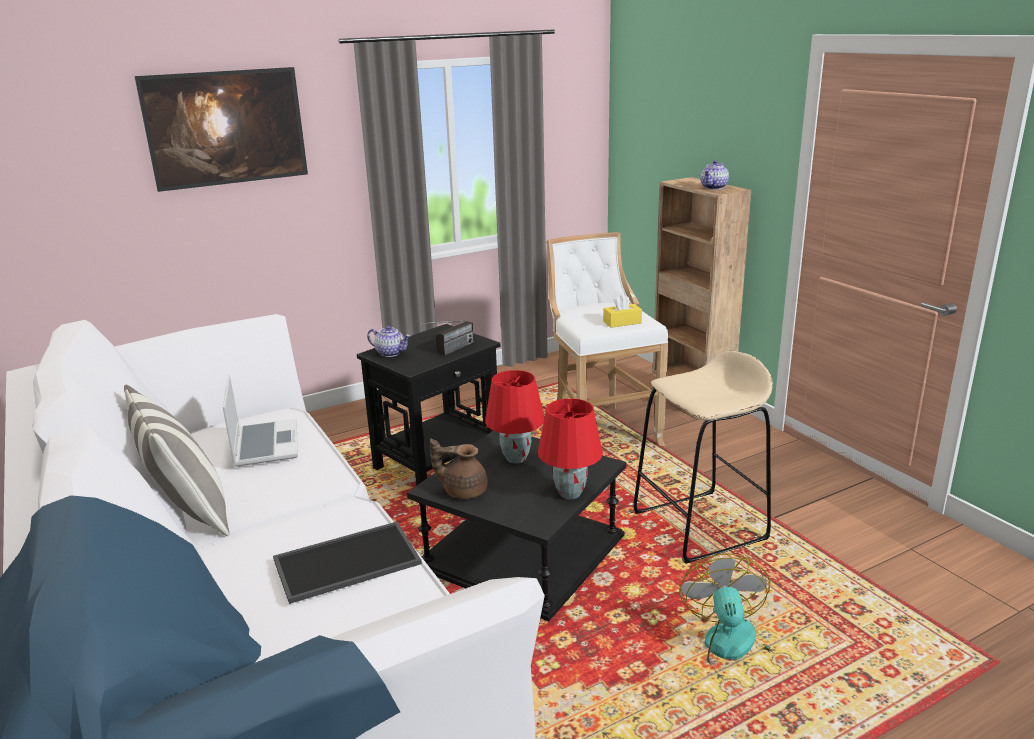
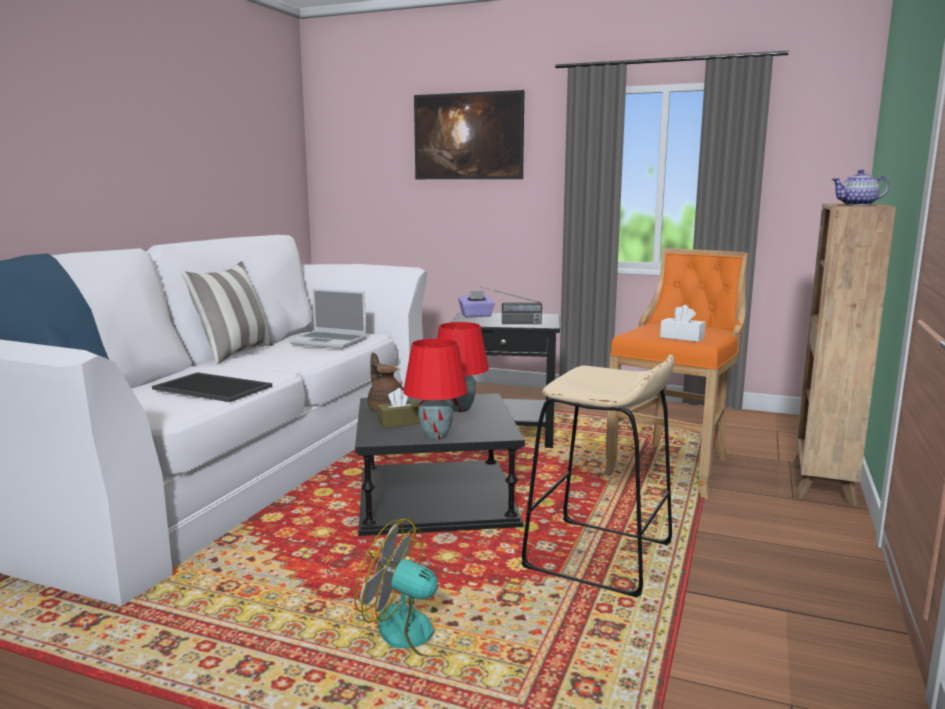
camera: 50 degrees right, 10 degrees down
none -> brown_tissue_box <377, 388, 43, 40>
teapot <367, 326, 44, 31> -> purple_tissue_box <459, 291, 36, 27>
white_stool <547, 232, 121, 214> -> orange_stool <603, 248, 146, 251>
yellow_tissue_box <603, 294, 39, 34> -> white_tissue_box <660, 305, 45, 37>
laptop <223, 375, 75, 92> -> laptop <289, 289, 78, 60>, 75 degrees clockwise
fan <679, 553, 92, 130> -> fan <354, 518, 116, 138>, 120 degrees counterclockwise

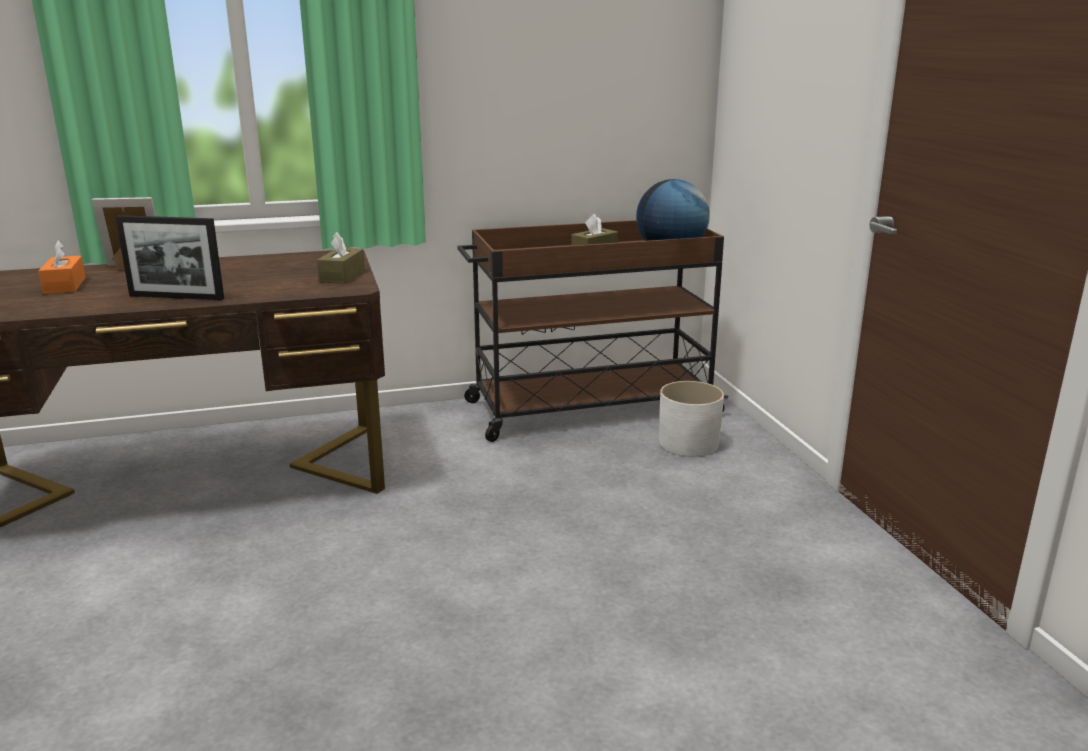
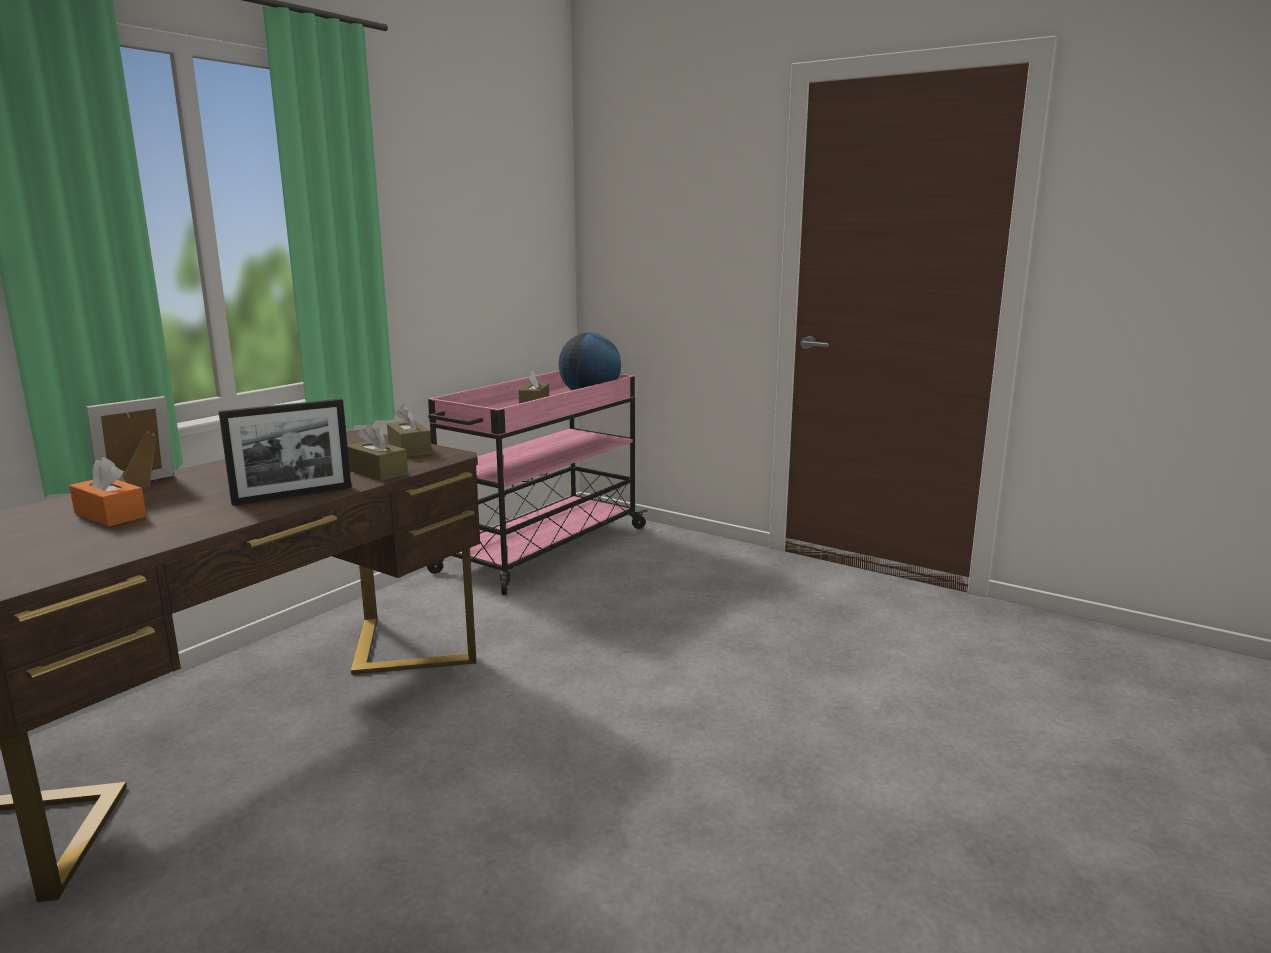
camera: 40 degrees left, 5 degrees down
white_planter <659, 381, 65, 76> -> none
none -> brown_tissue_box <347, 423, 61, 58>
brown_cart <457, 220, 271, 222> -> pink_cart <427, 371, 221, 224>

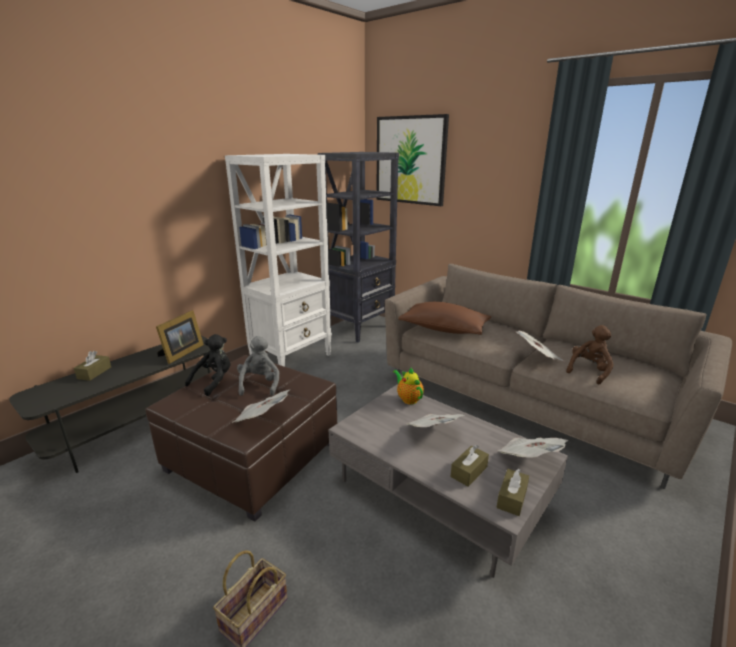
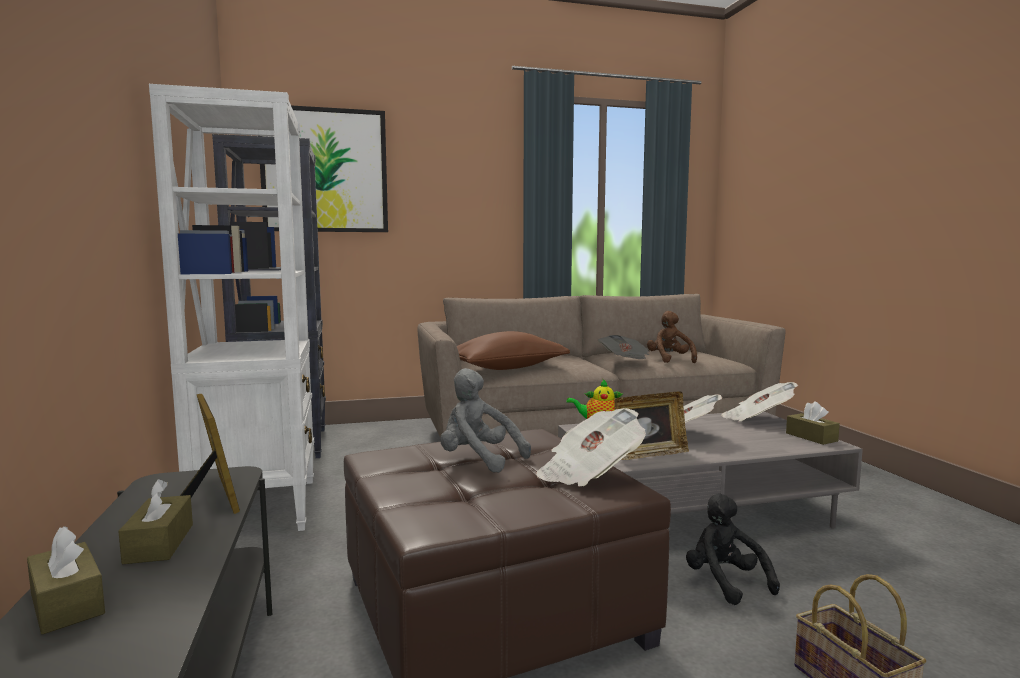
camera: 55 degrees left, 15 degrees down
none -> picture_frame <614, 391, 75, 69>
black_plush_toy <185, 334, 46, 62> -> black_plush_toy <686, 493, 94, 112>, shifted
brown_tissue_box <451, 445, 38, 42> -> brown_tissue_box <118, 479, 75, 85>, shifted

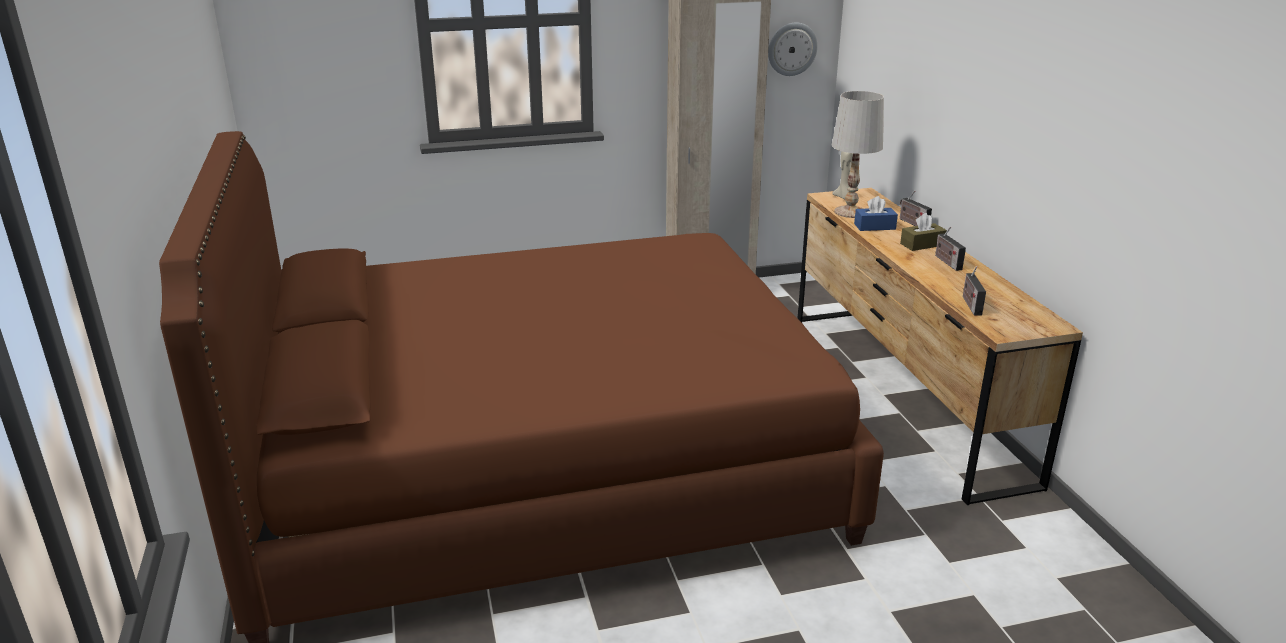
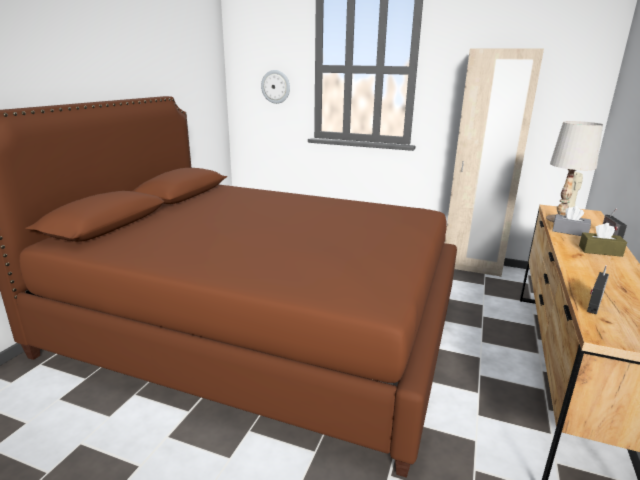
camera: 35 degrees right, 5 degrees down
radio <935, 226, 31, 45> -> none
wall_clock <768, 22, 50, 54> -> wall_clock <261, 70, 29, 34>, shifted
blue_tissue_box <854, 196, 44, 35> -> grey_tissue_box <552, 206, 39, 30>

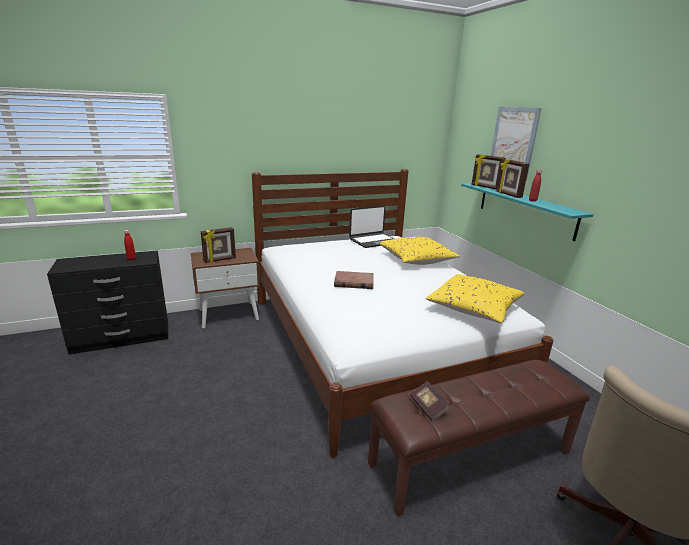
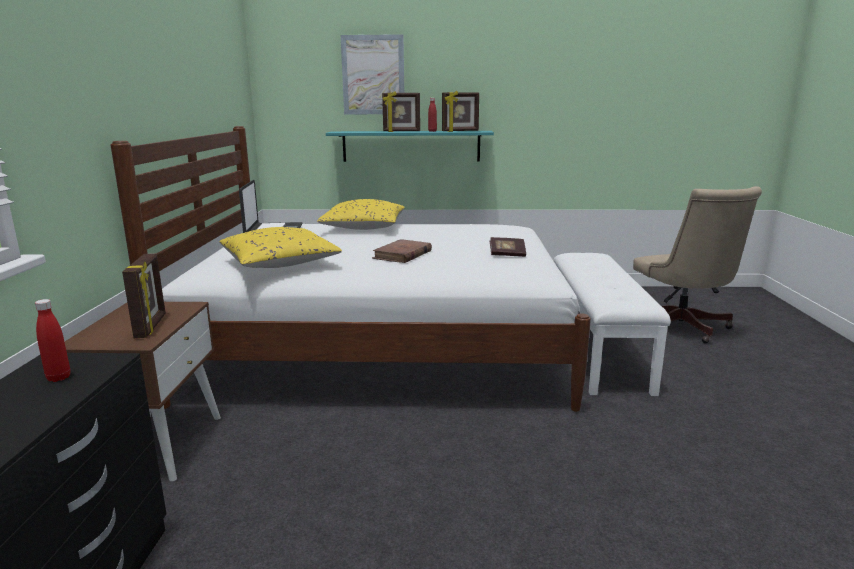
camera: 65 degrees left, 5 degrees down
book <410, 381, 40, 40> -> book <490, 237, 36, 20>, shifted
yellow_pillow <426, 274, 98, 49> -> yellow_pillow <219, 227, 123, 41>, shifted
picture_frame <471, 154, 35, 36> -> picture_frame <442, 91, 37, 41>, shifted
brown_bench <368, 360, 222, 156> -> white_bench <553, 253, 118, 143>

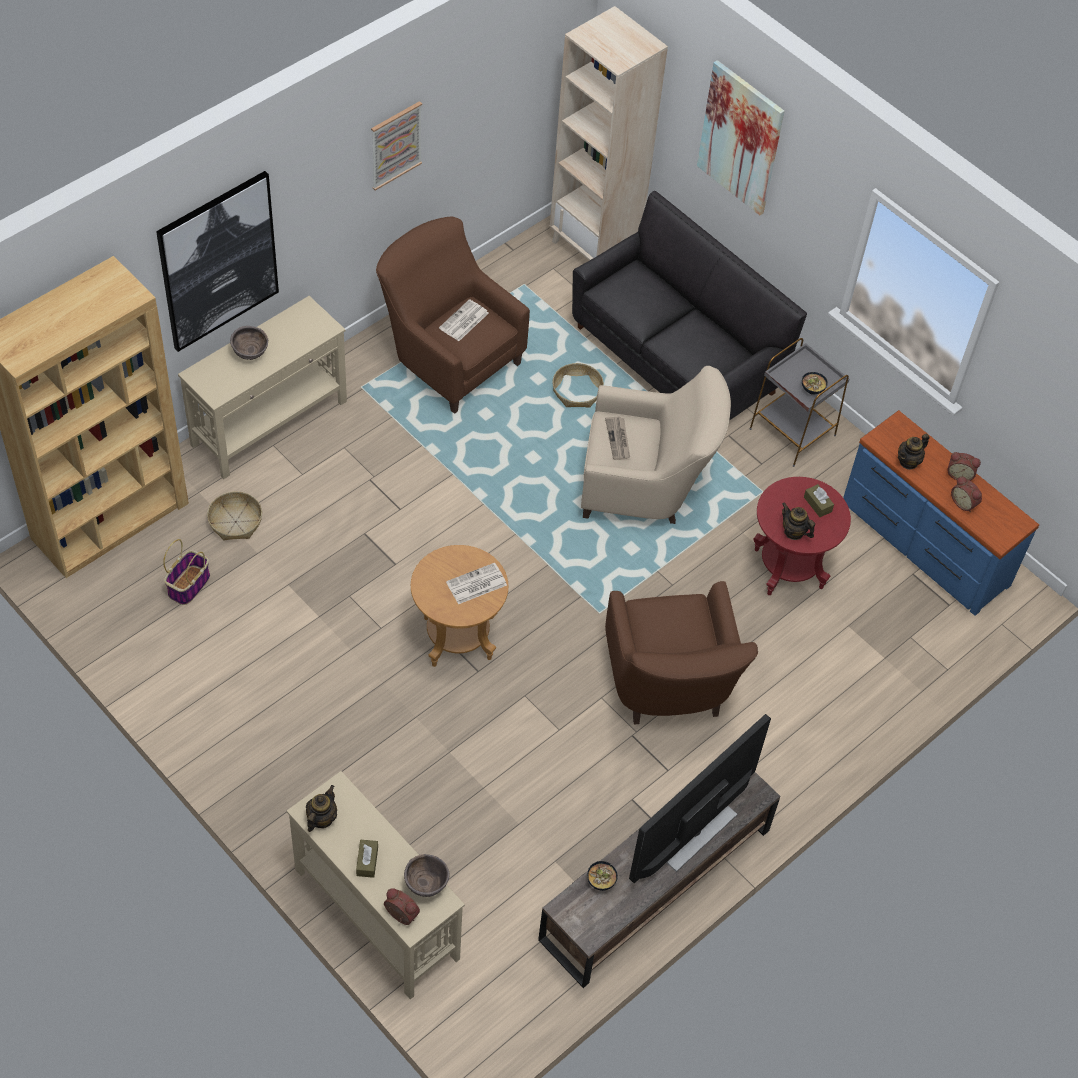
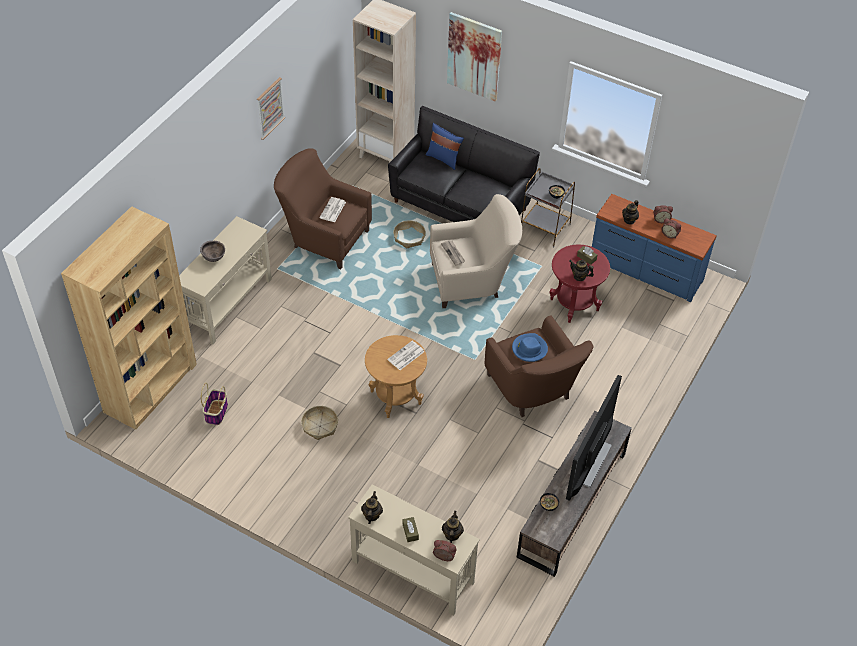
camera: 15 degrees left, 5 degrees down
picture <156, 171, 123, 181> -> none
none -> blue_pillow <426, 123, 38, 47>
none -> blue_hat <512, 333, 36, 29>
basket <207, 492, 55, 49> -> basket <301, 406, 37, 34>, shifted
brown_bowl <404, 854, 46, 43> -> teapot <442, 511, 22, 32>

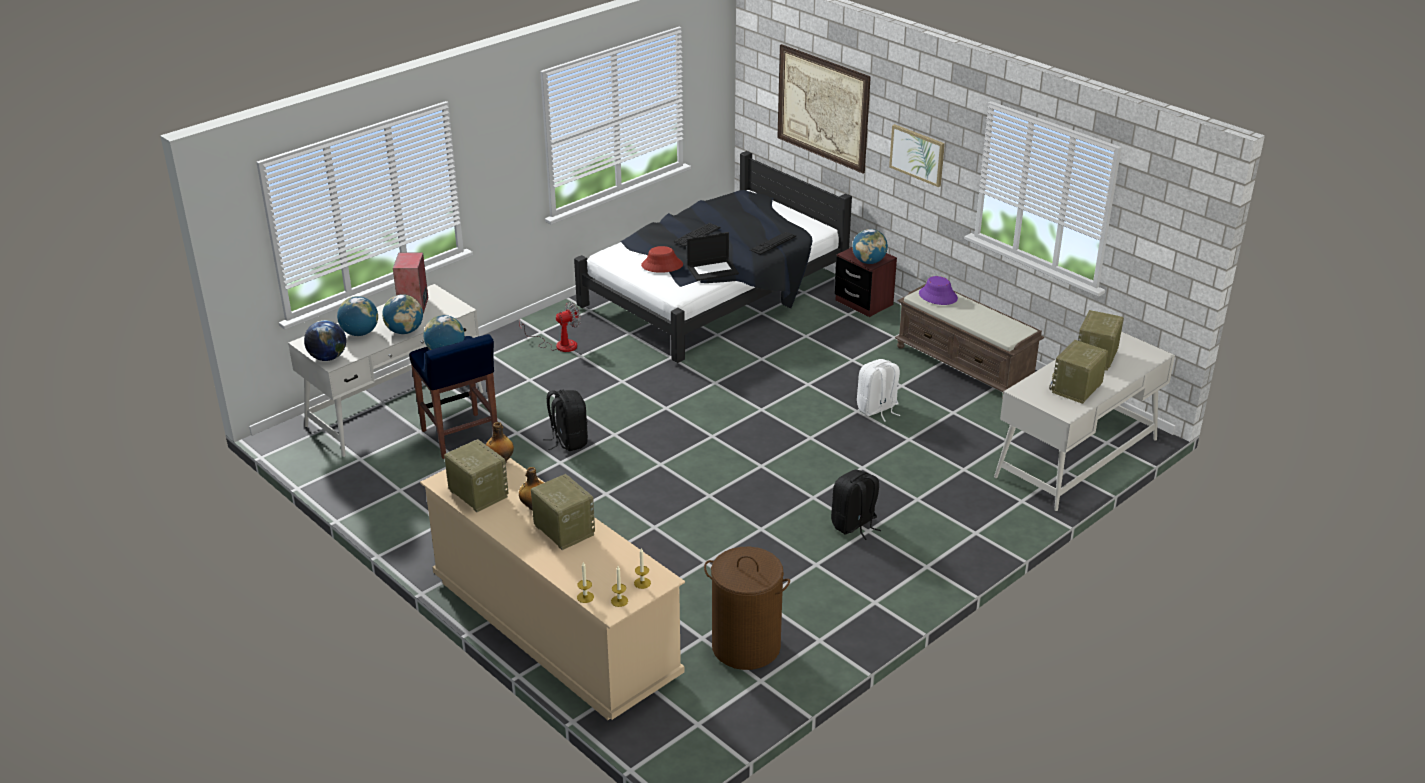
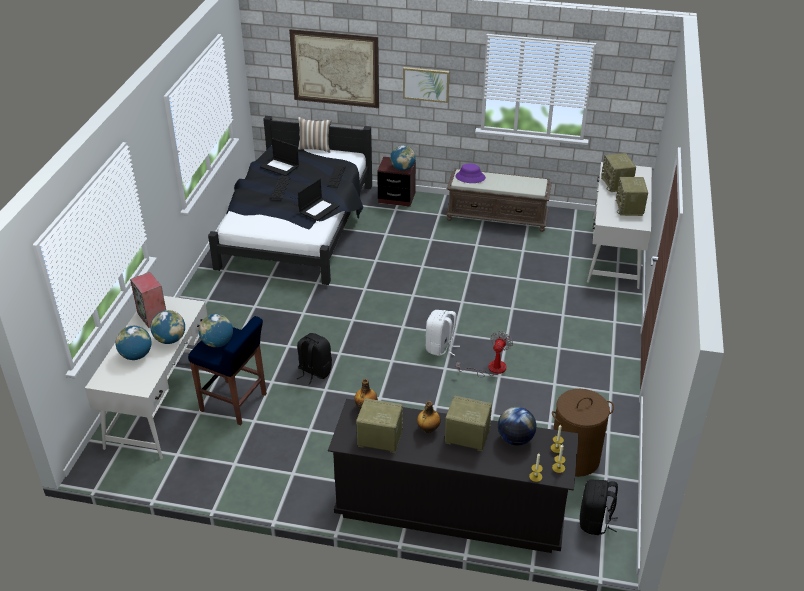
camera: 35 degrees left, 5 degrees up
red_hat <641, 246, 42, 27> -> none
none -> laptop <260, 138, 39, 38>
none -> pillow <298, 117, 34, 36>
globe <304, 320, 42, 41> -> globe <498, 407, 38, 39>, shifted
fan <519, 302, 62, 50> -> fan <456, 331, 57, 46>, shifted
black_backpack <831, 470, 50, 70> -> black_backpack <580, 480, 38, 55>, shifted
white_backpack <857, 359, 43, 63> -> white_backpack <426, 310, 34, 46>, shifted
beige_dresser <420, 458, 265, 262> -> black_dresser <328, 399, 251, 154>

